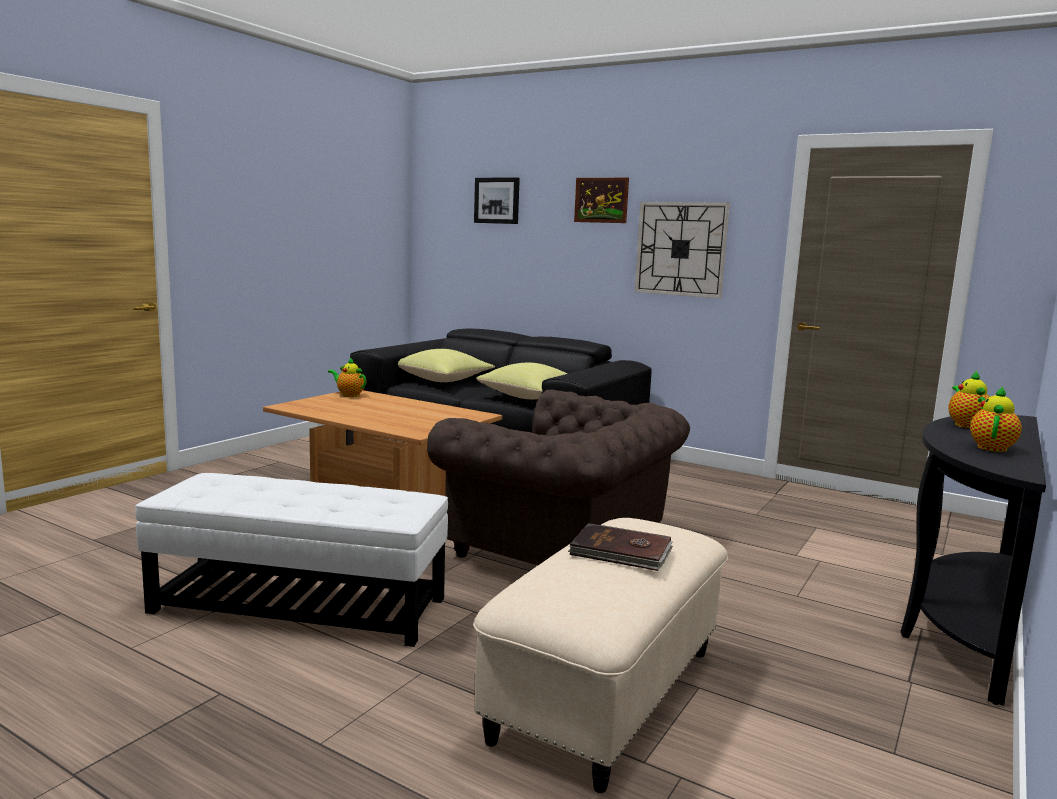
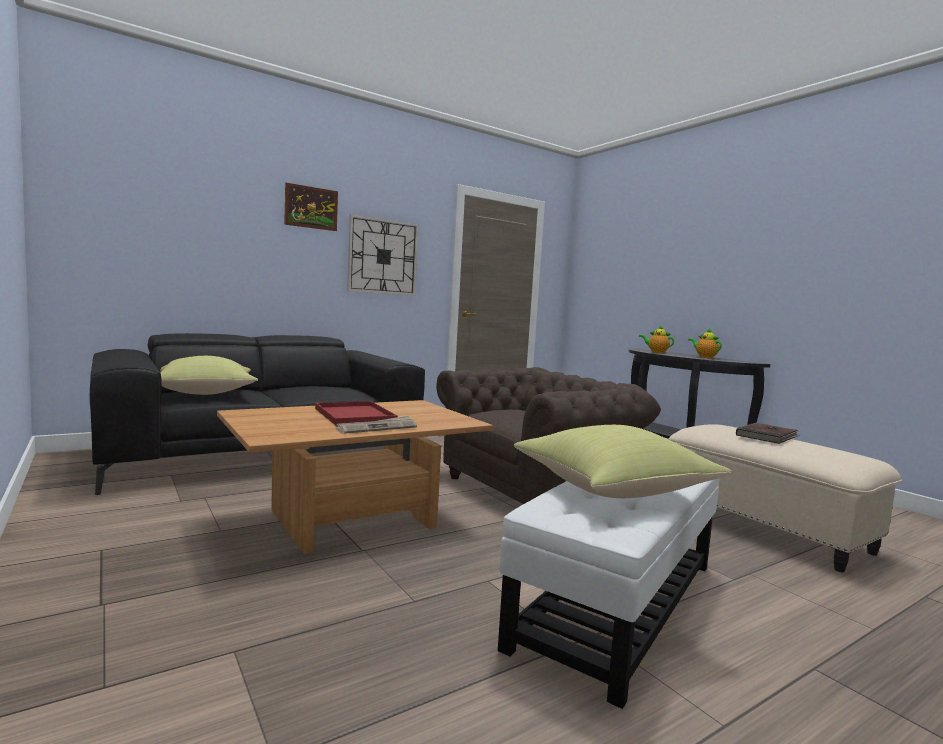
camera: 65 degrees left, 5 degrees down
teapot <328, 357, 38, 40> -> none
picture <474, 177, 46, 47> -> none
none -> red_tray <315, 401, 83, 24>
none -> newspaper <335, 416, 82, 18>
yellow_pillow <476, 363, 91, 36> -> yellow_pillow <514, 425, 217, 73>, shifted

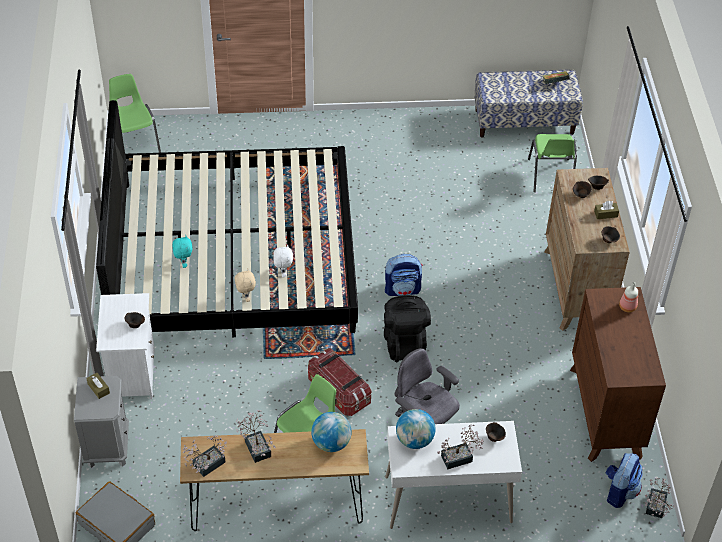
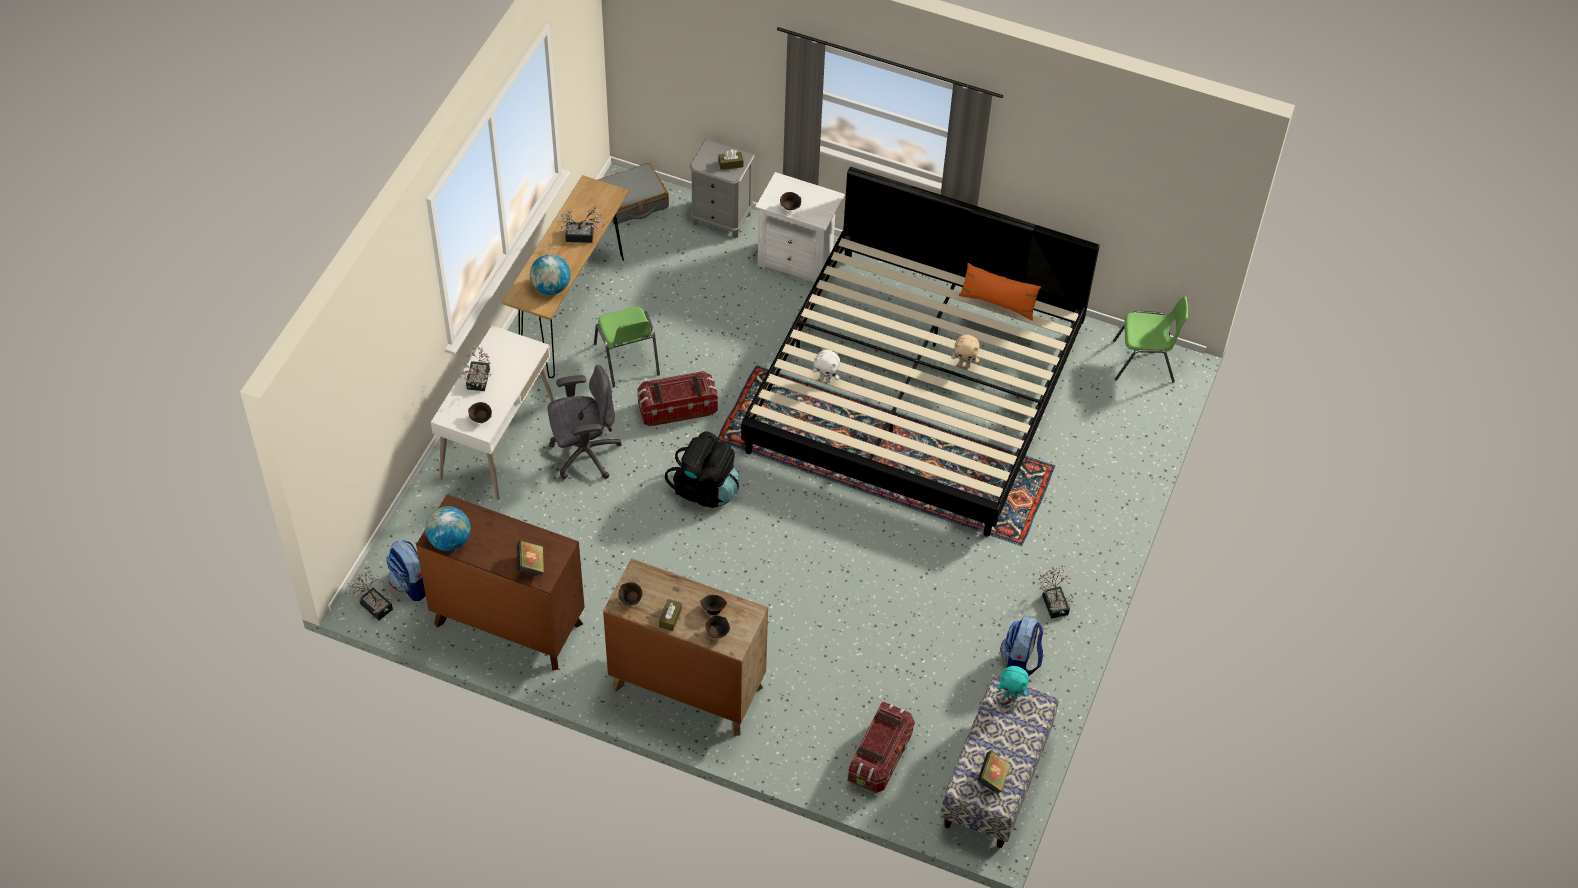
camera: 115 degrees right, 5 degrees up
none -> orange_pillow <959, 263, 82, 58>
turquoise_plush_toy <172, 236, 21, 32> -> turquoise_plush_toy <997, 666, 32, 34>, shifted
potted_plant <183, 435, 44, 42> -> potted_plant <1037, 565, 39, 54>, shifted
beige_plush_toy <235, 269, 21, 33> -> beige_plush_toy <951, 335, 29, 32>, shifted
backpack <385, 254, 38, 42> -> backpack <1000, 616, 43, 60>, shifted
globe <396, 409, 40, 40> -> globe <425, 506, 46, 45>, shifted
green_chair <528, 134, 49, 58> -> storage_box <848, 702, 67, 91>
bottle <619, 282, 19, 30> -> book <517, 540, 27, 37>

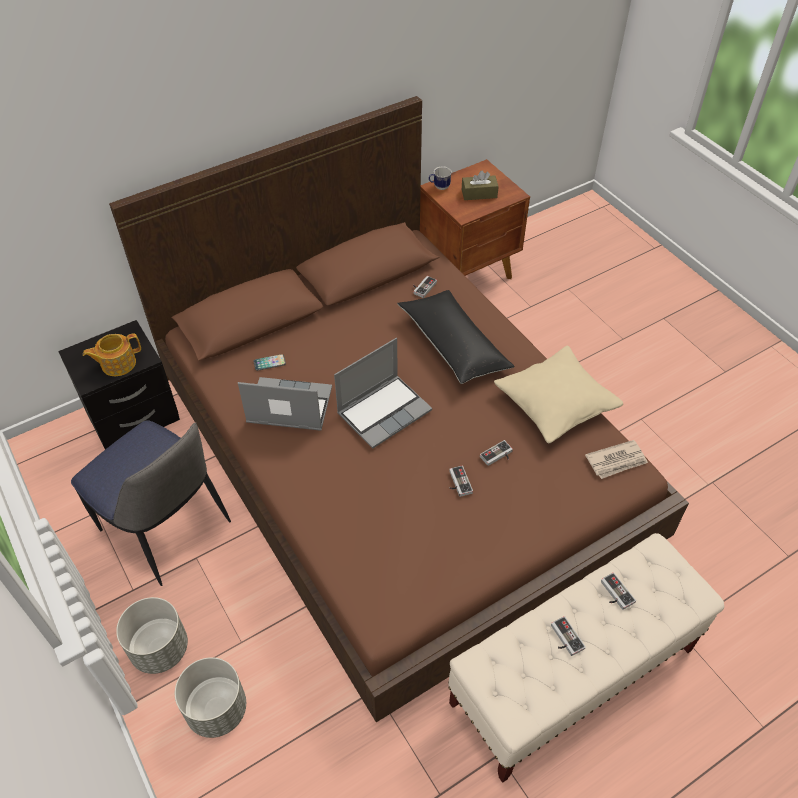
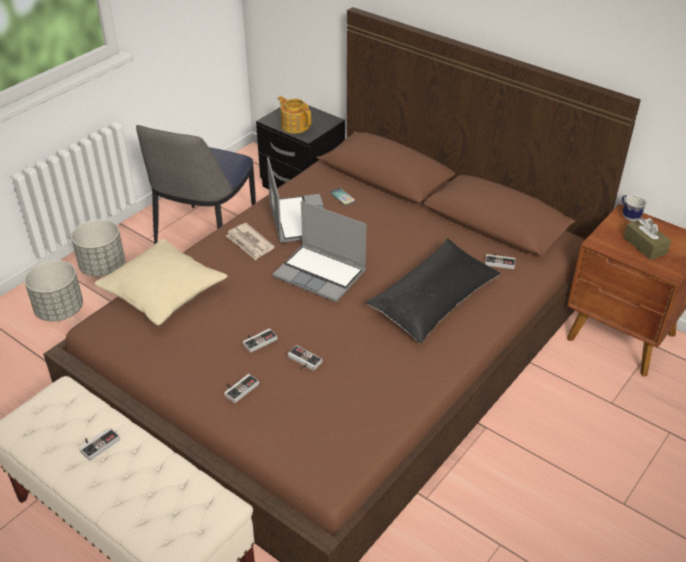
camera: 70 degrees right, 10 degrees down
beige_pillow <494, 346, 129, 97> -> beige_pillow <94, 239, 134, 86>, shifted
newspaper <585, 440, 63, 39> -> newspaper <226, 223, 49, 37>, shifted
game_controller <601, 572, 35, 38> -> game_controller <224, 374, 35, 29>, shifted

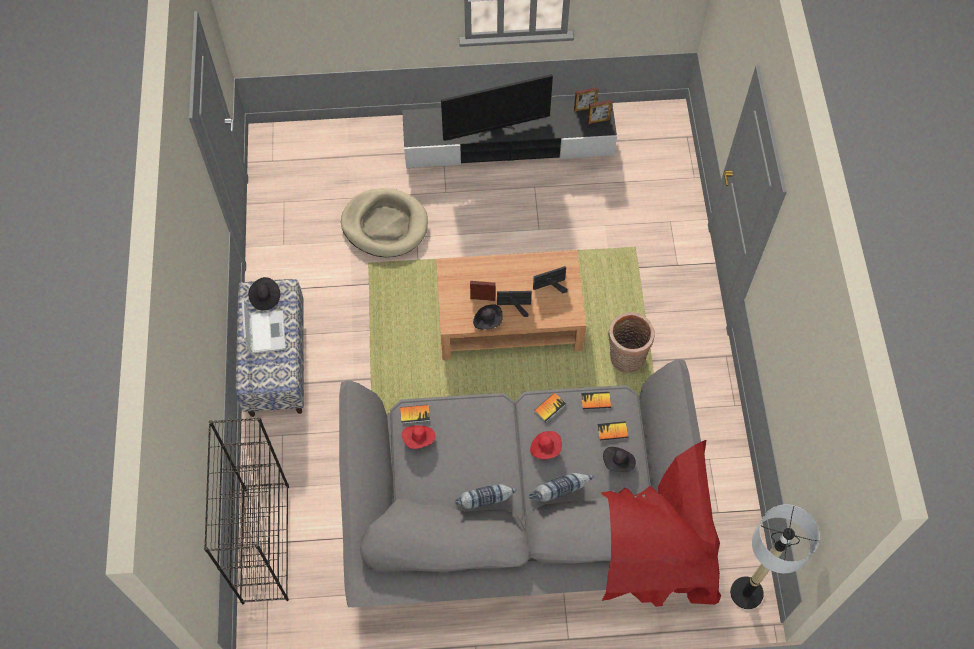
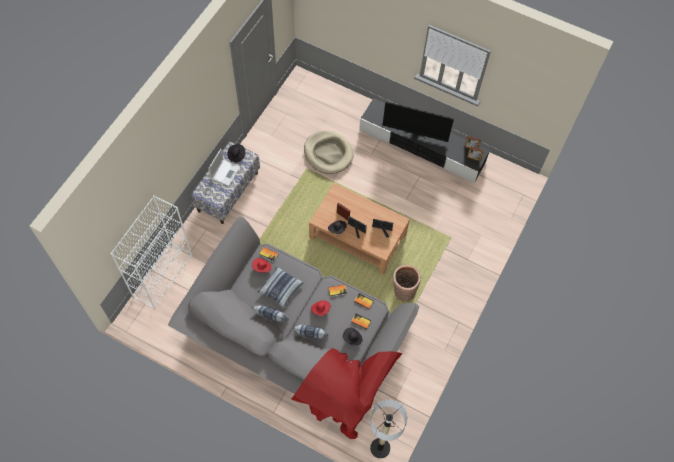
camera: 30 degrees right, 0 degrees up
none -> pillow <257, 266, 47, 43>
black_bookcase <204, 417, 85, 187> -> white_bookcase <110, 195, 82, 115>

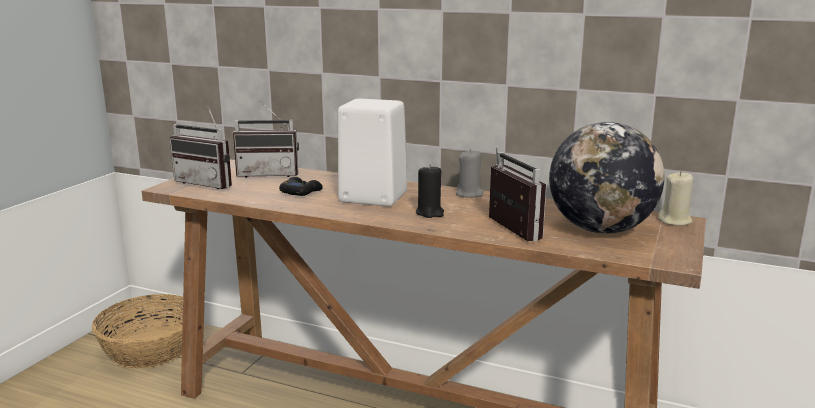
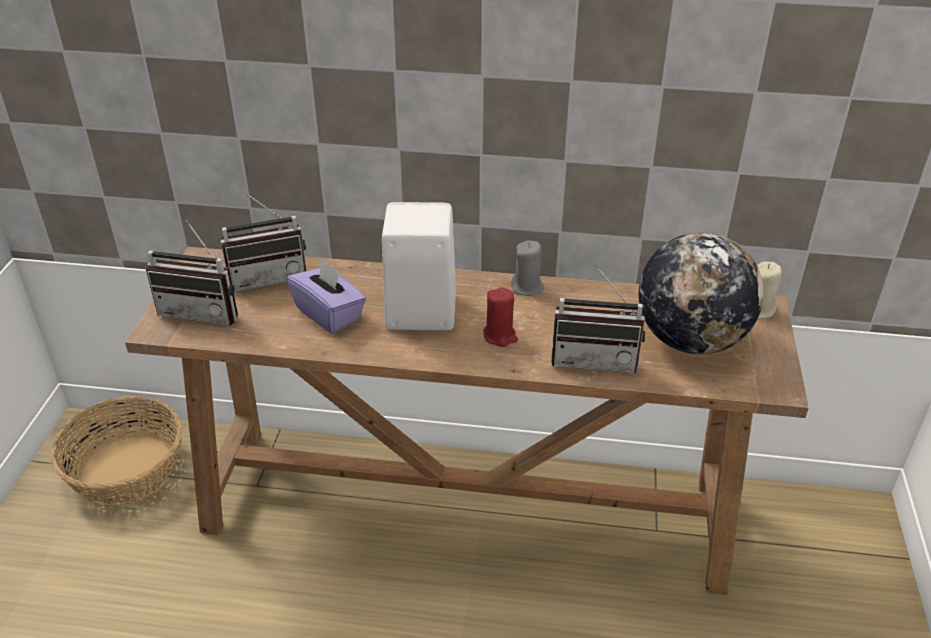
camera: 15 degrees left, 20 degrees up
black_game_controller <279, 177, 44, 19> -> purple_tissue_box <287, 259, 79, 75>
black_candle <416, 164, 28, 54> -> red_candle <483, 287, 35, 60>
radio <489, 146, 57, 96> -> radio <551, 263, 94, 110>, 135 degrees clockwise

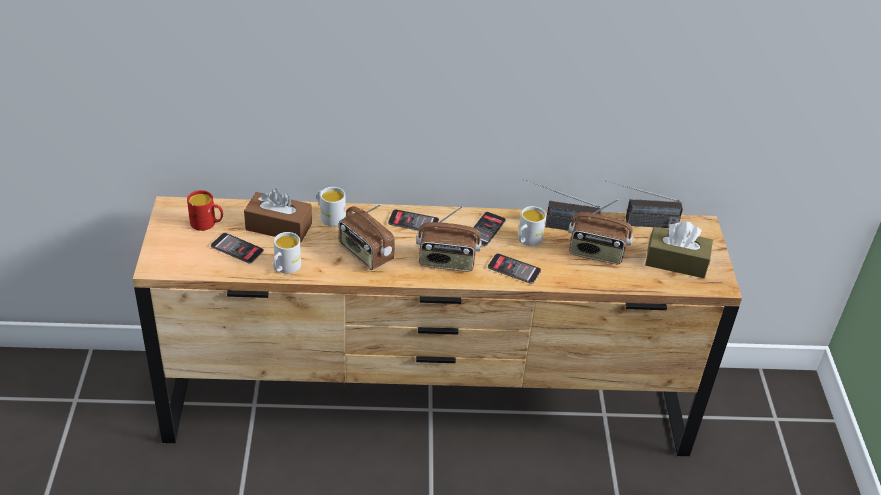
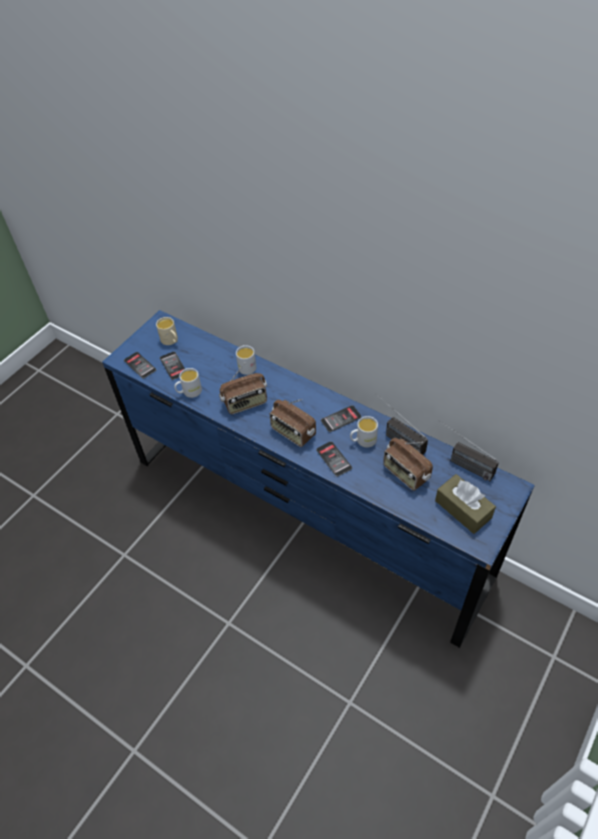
camera: 40 degrees right, 10 degrees up
brown_tissue_box <244, 189, 68, 54> -> none
phone <388, 209, 51, 22> -> phone <124, 352, 32, 27>, shifted
brown_dresser <133, 196, 609, 260> -> blue_dresser <102, 310, 433, 338>
red_mug <187, 190, 36, 41> -> beige_mug <156, 317, 22, 28>
radio <339, 204, 56, 66> -> radio <219, 363, 48, 51>, 105 degrees counterclockwise

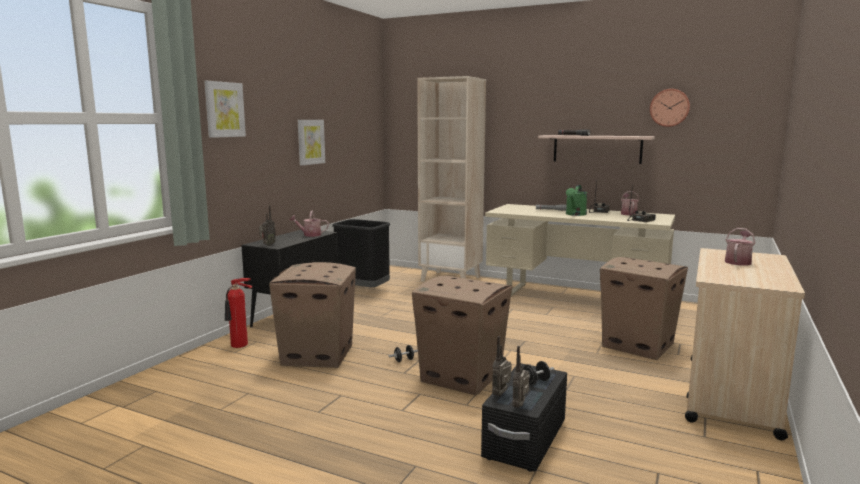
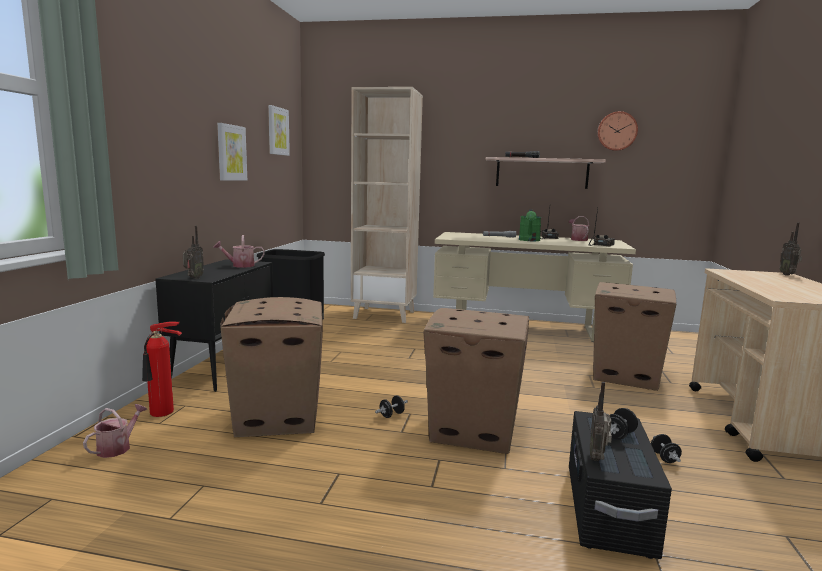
camera: 15 degrees left, 0 degrees up
none -> black_dumbbell <651, 434, 31, 29>
picture <204, 81, 42, 57> -> picture <268, 105, 22, 51>, shifted
radio <512, 346, 18, 62> -> radio <779, 222, 23, 54>, shifted
watering_can <725, 228, 30, 38> -> watering_can <83, 404, 64, 54>, shifted

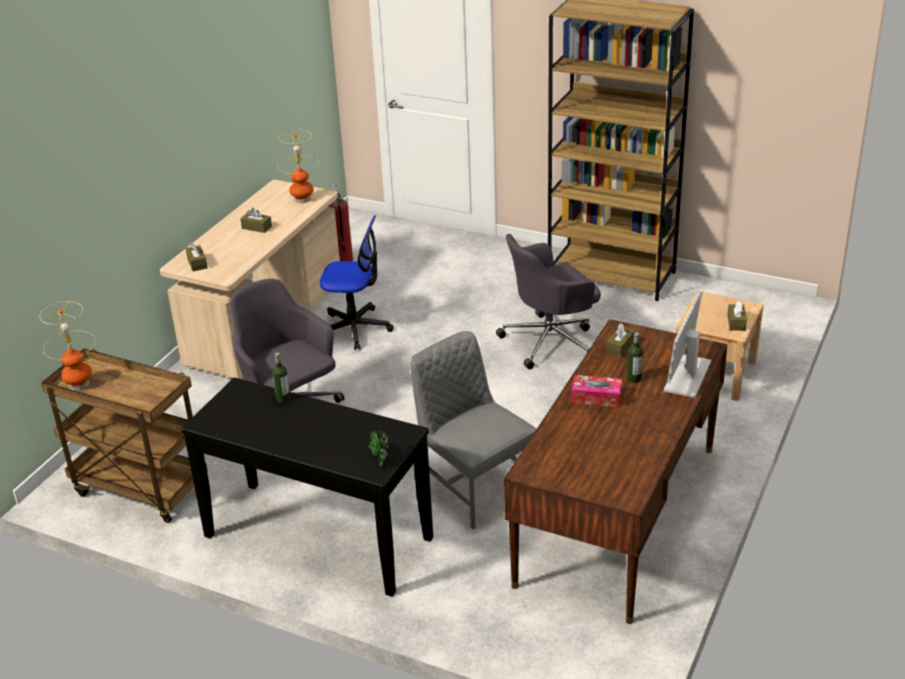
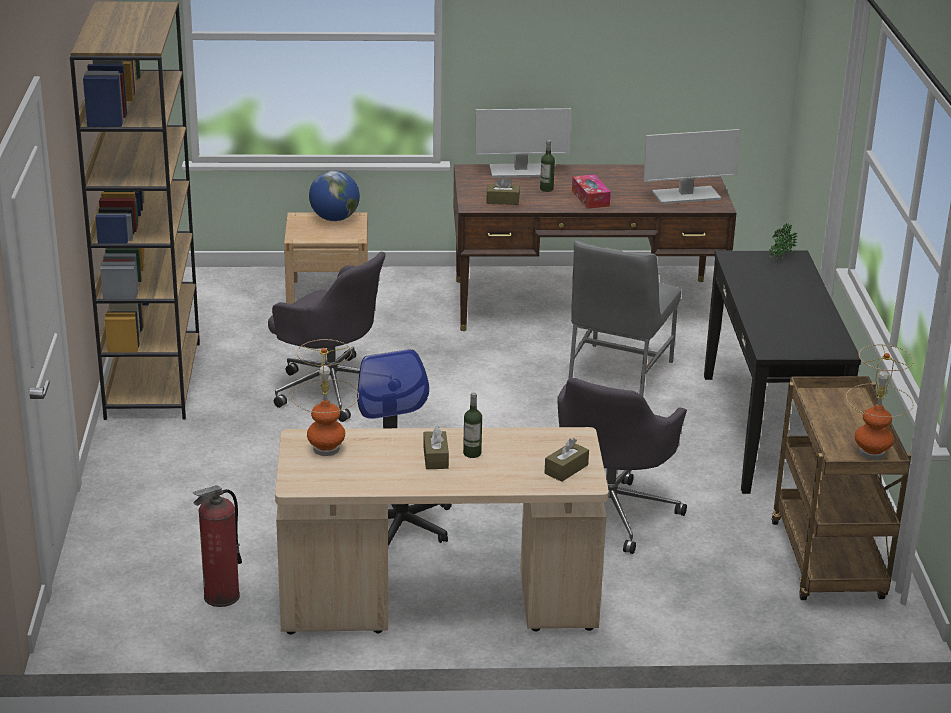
camera: 120 degrees left, 5 degrees down
none -> monitor <644, 129, 96, 75>
bottle <272, 352, 19, 51> -> bottle <463, 392, 19, 66>, shifted
brown_tissue_box <728, 300, 19, 31> -> globe <309, 171, 51, 50>

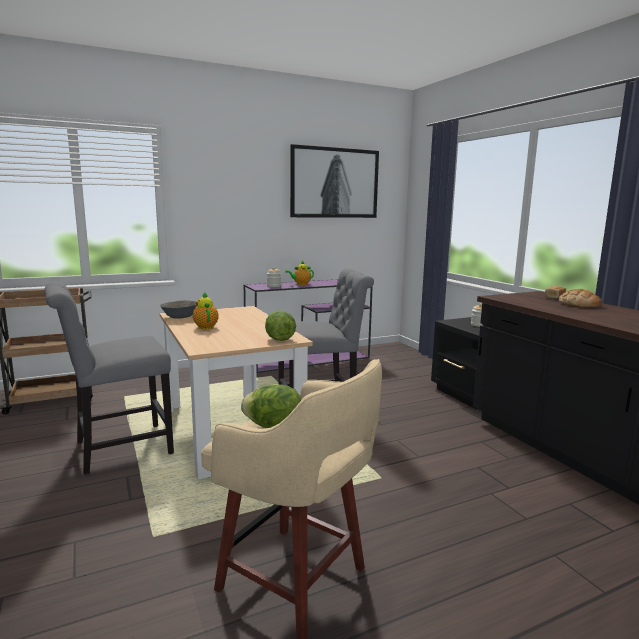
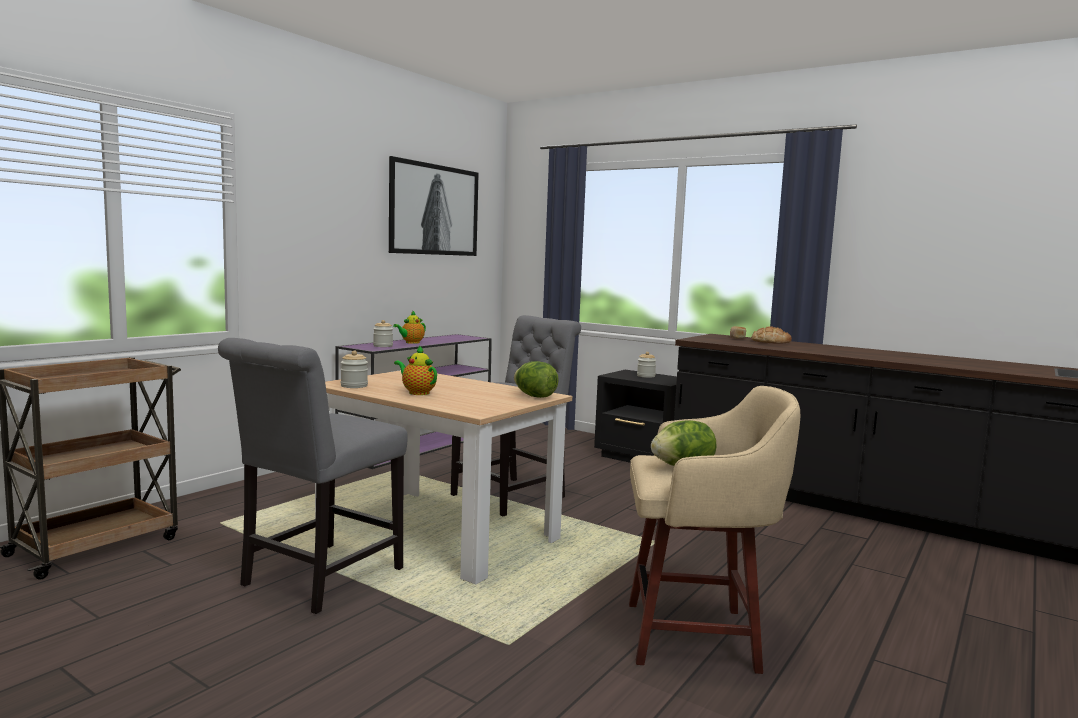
camera: 30 degrees left, 5 degrees down
grey_bowl <160, 300, 37, 19> -> jar <341, 350, 27, 38>

